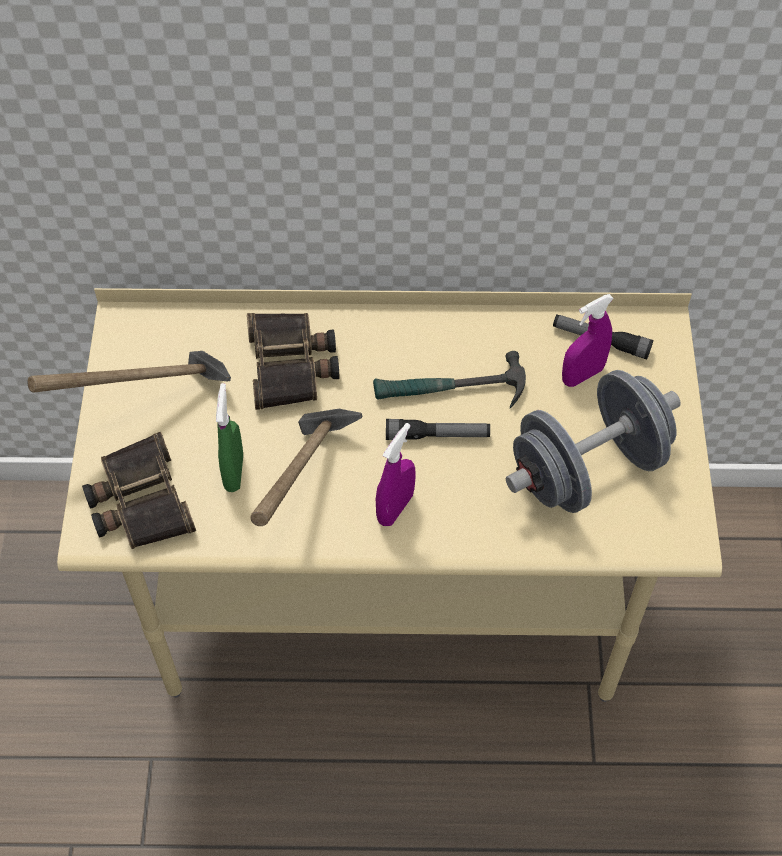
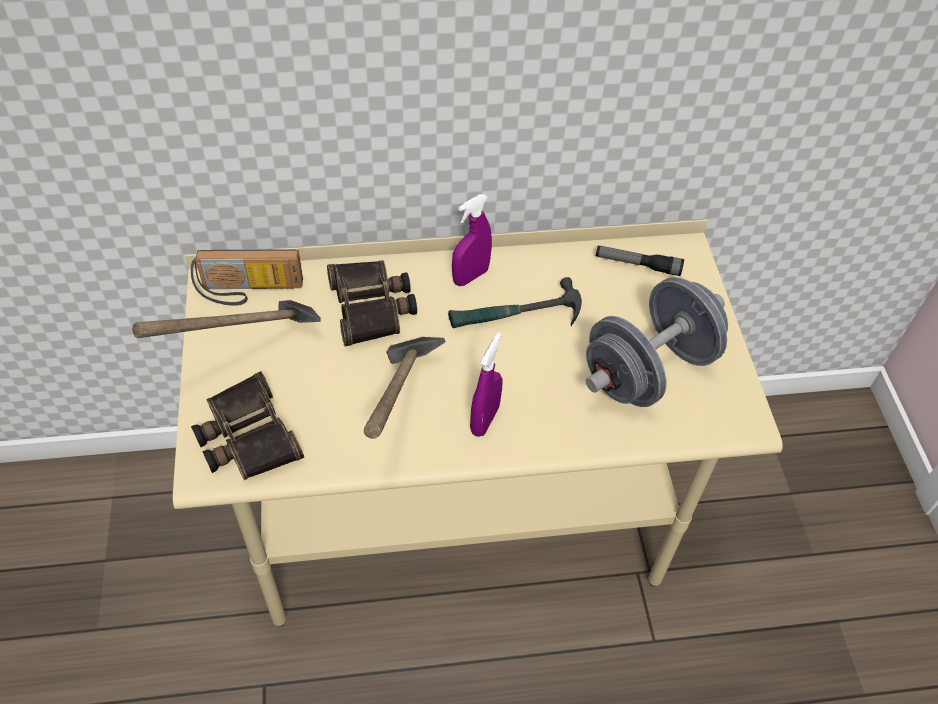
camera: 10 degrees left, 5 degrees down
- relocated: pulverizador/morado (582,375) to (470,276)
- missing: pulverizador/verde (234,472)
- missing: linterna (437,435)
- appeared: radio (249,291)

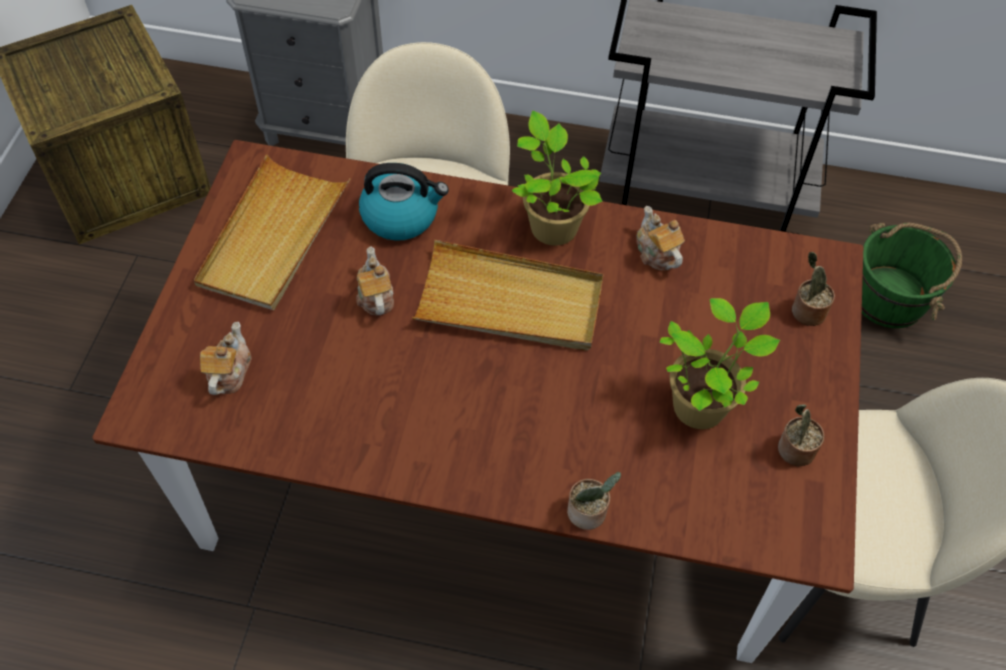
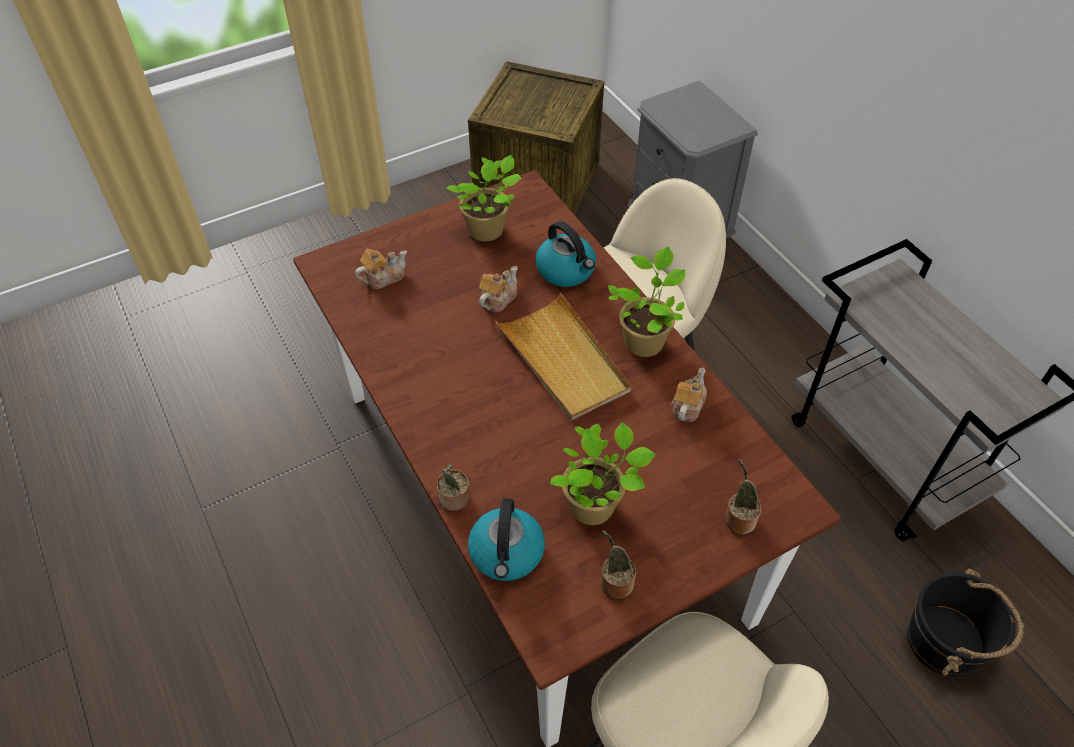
camera: 50 degrees right, 5 degrees down
- exchanged: bandeja/beis (273,237) to planta en maceta (488,231)
- colour: cubo/verde (890,298) to cubo/negro (945,642)
- appeared: hervidor (507,554)

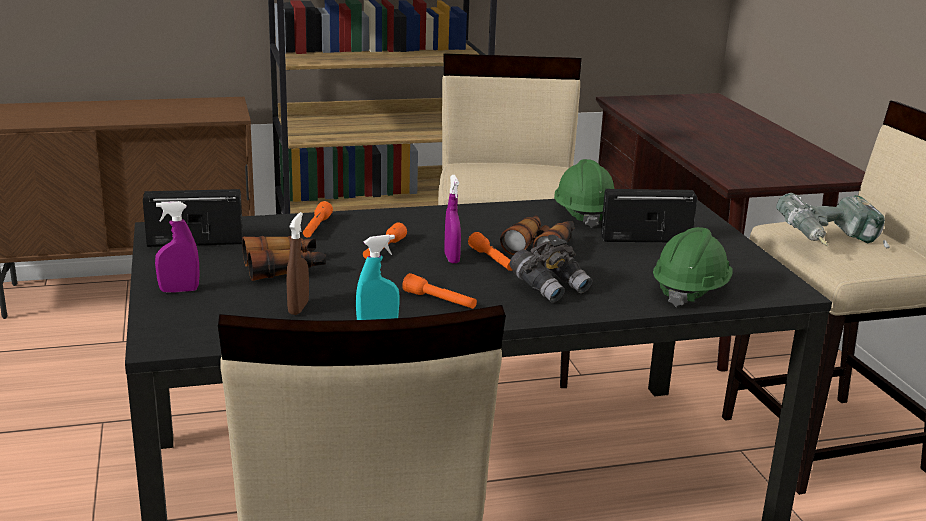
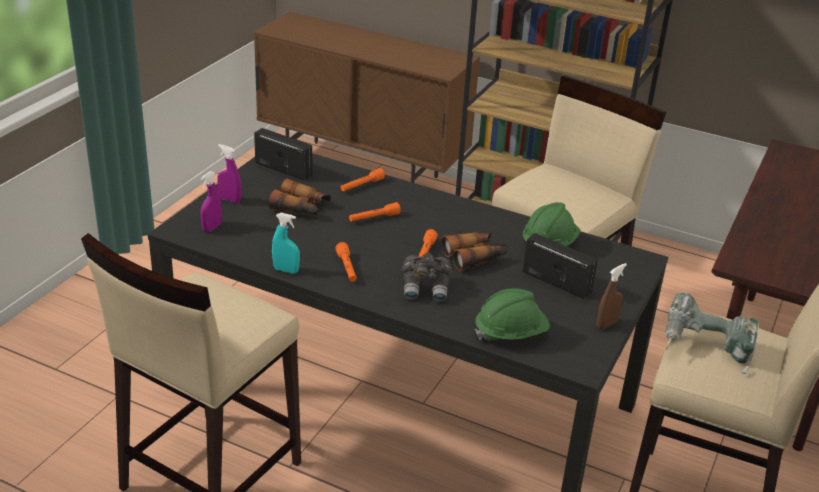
camera: 40 degrees right, 10 degrees up
- relocated: pulverizador/morado (451,258) to (212,227)
- relocated: pulverizador/marrón (298,308) to (607,324)

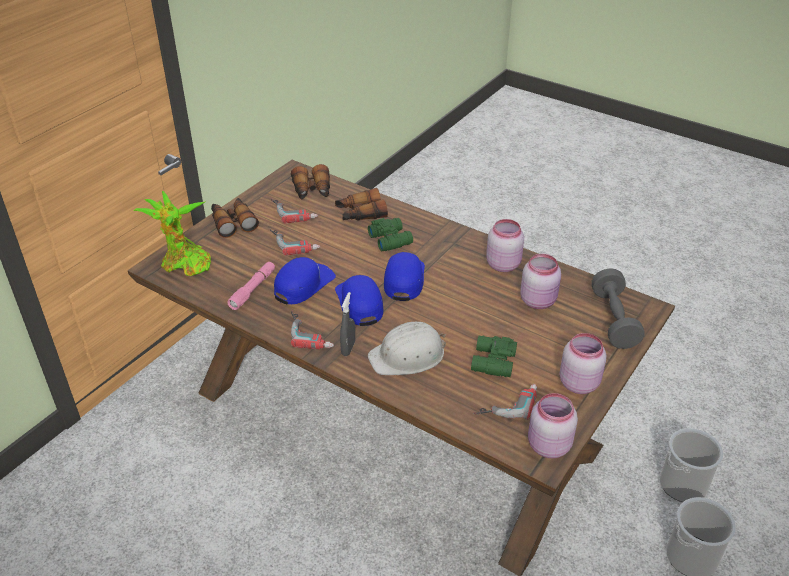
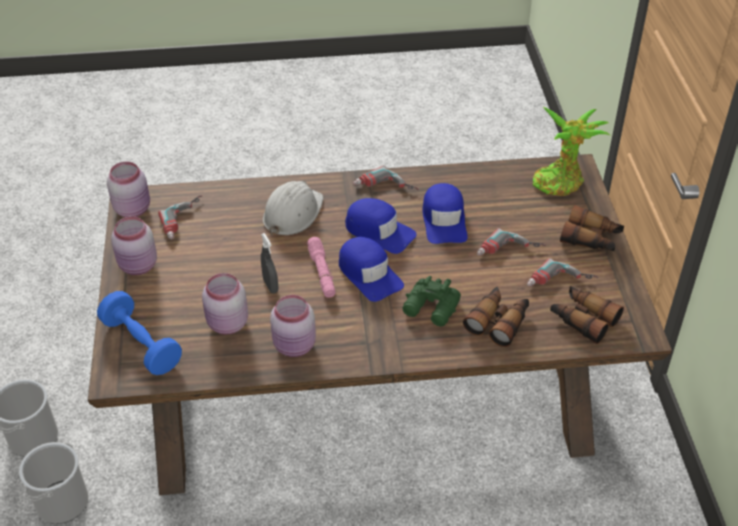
camera: 140 degrees right, 5 degrees up
- relocated: linterna/rosa (253,289) to (322,272)
- colour: mancuerna/gris (614,320) to mancuerna/azul (141,344)
- relocated: pulverizador/gris (348,348) to (270,286)
- missing: prismáticos/verde (492,362)

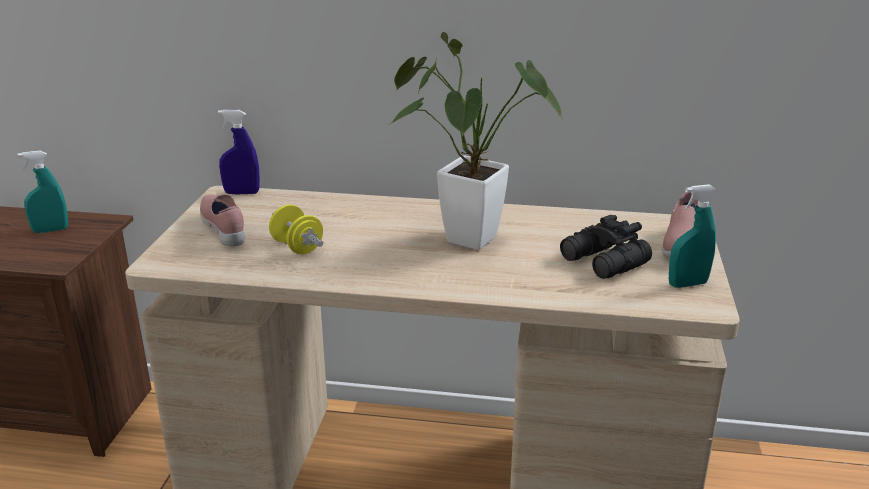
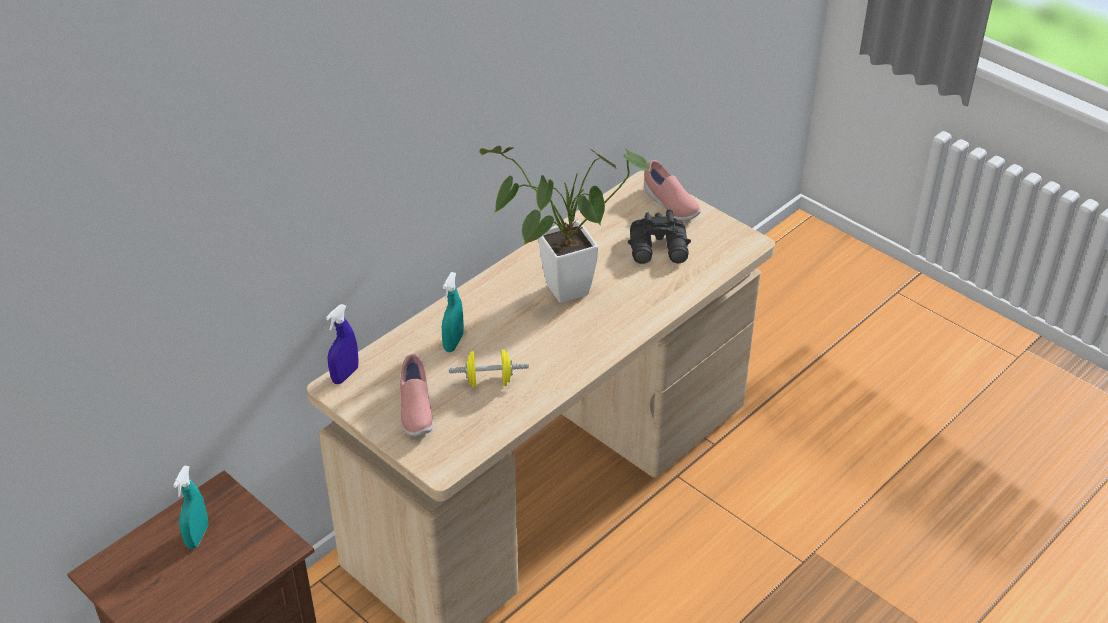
camera: 55 degrees left, 15 degrees up
- relocated: pulverizador/turquesa (687,284) to (453,343)
- spun: zapato/rosa (225,230) = (415,410) 105 degrees counterclockwise

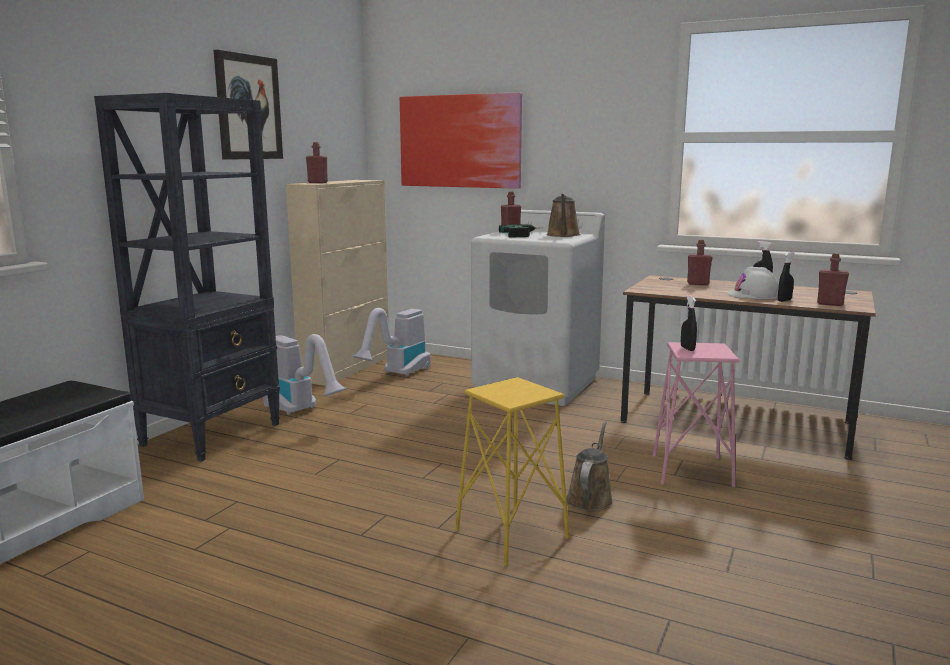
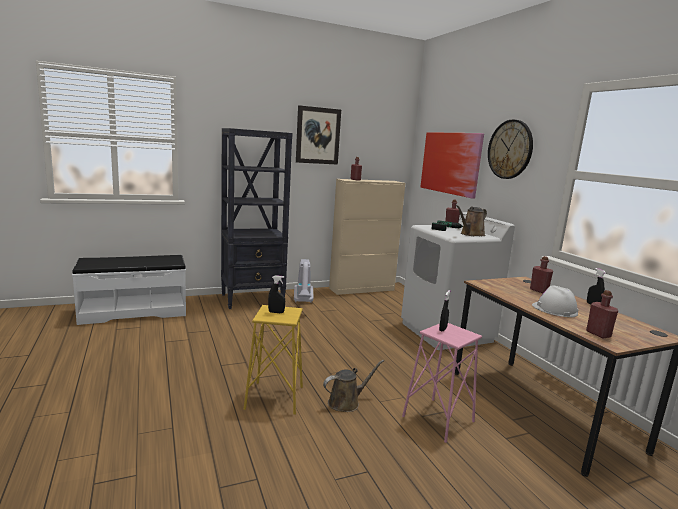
camera: 40 degrees right, 0 degrees up
- relocated: pulverizador/negro (784,300) to (276,312)
- missing: aspiradora (397,375)
- appeared: reloj de pared (510,149)

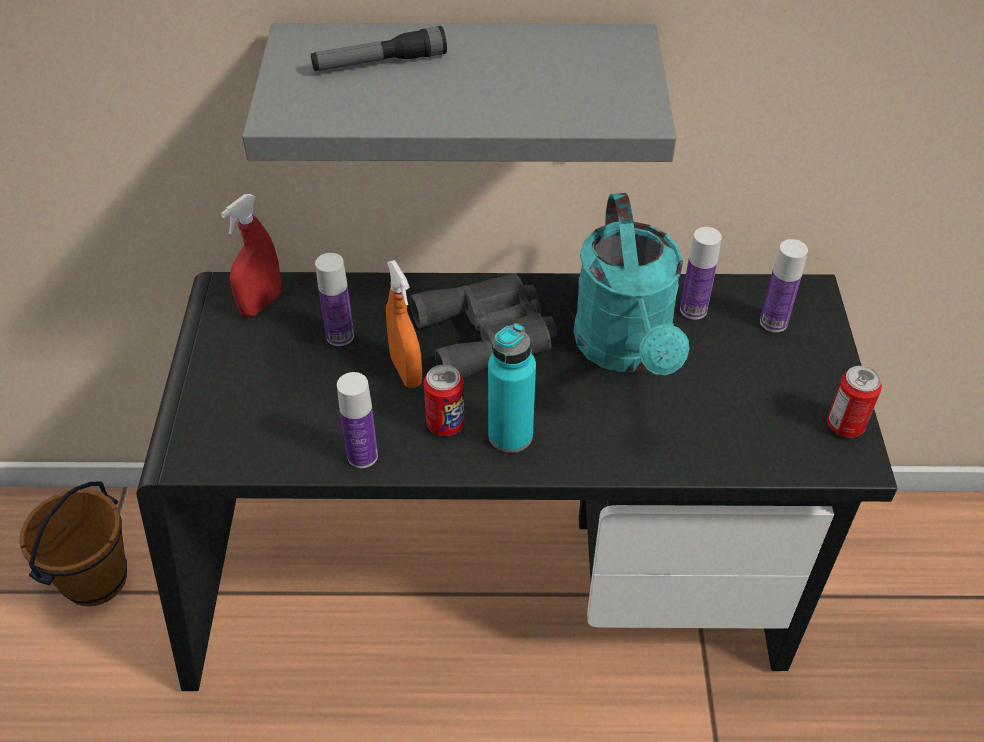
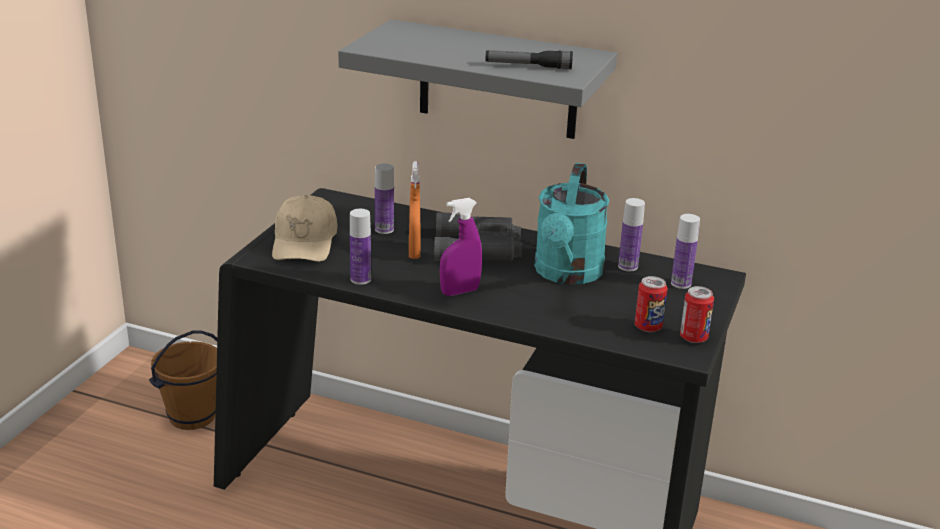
camera: 20 degrees right, 20 degrees down
- relocated: linterna (379,63) to (528,66)
- missing: pulverizador/rojo (261,303)
- exchanged: botella/turquesa (510,435) to pulverizador/morado (460,292)
- relocated: lata (445,424) to (648,327)
- appeared: gorra/beis (305,242)

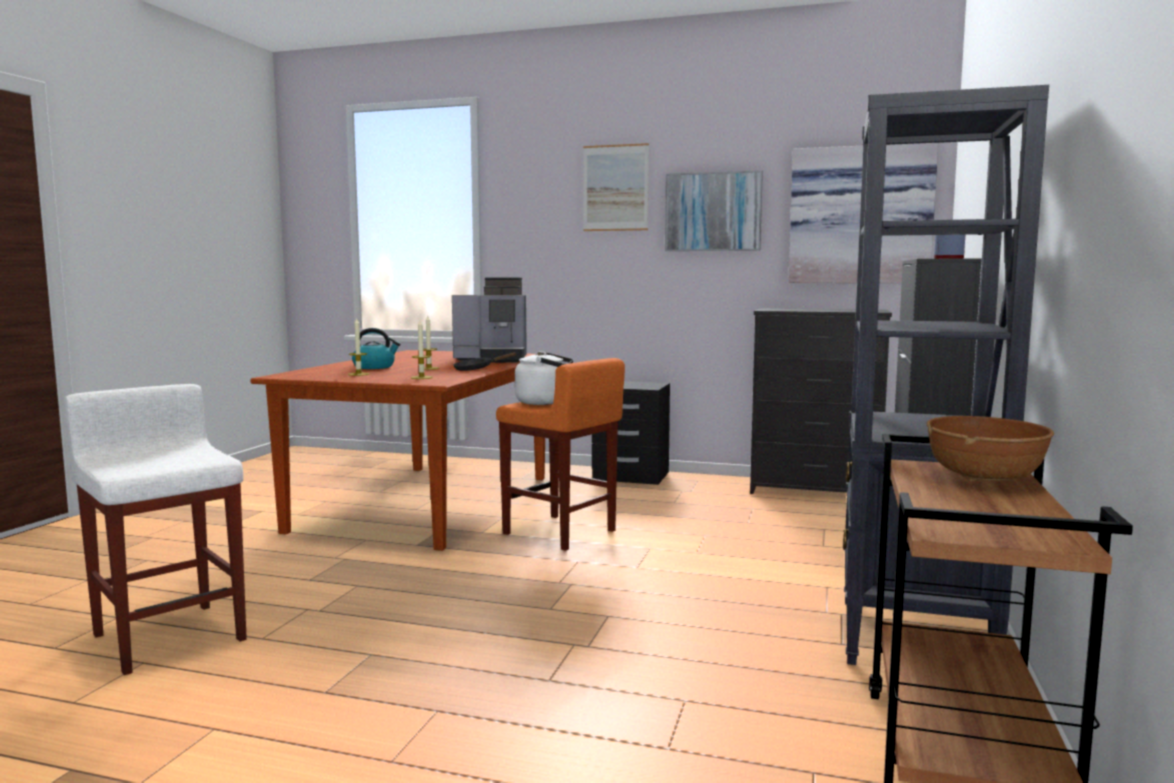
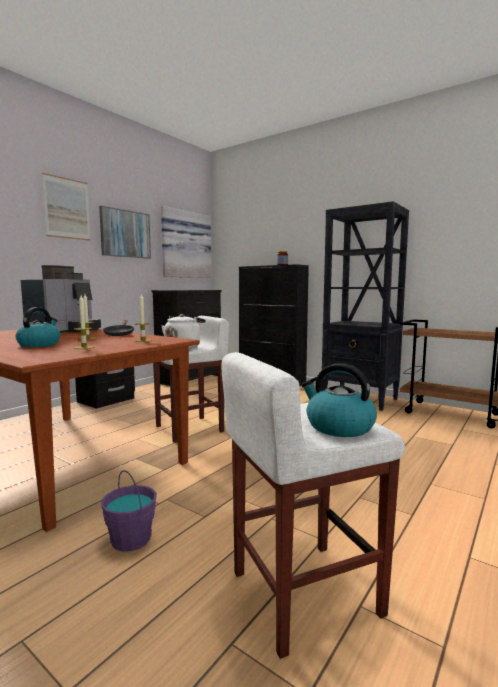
camera: 70 degrees left, 0 degrees up
- colour: taburete/naranja (560,532) to taburete/blanco (190,428)
- missing: cuenco/marrón (985,478)
- appeared: hervidor (338,427)
- appeared: cubo/morado (131,539)

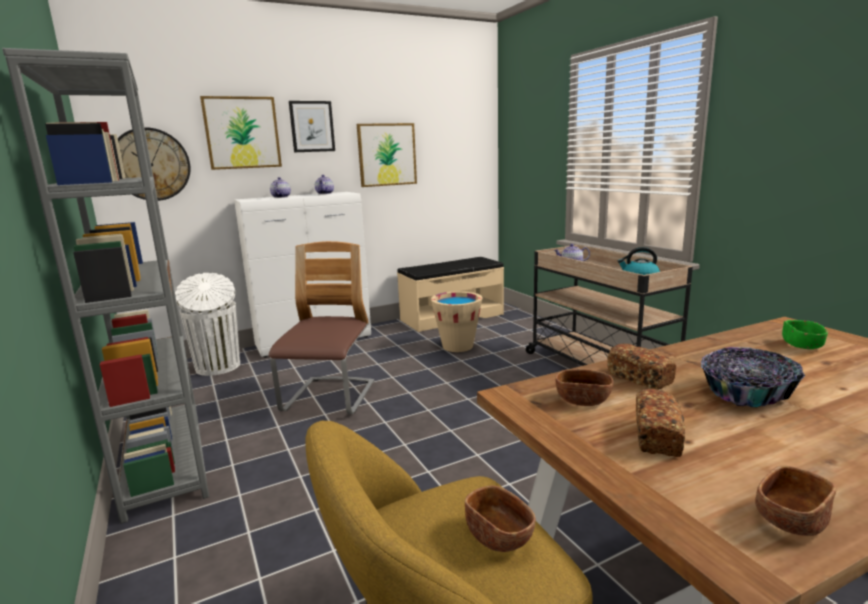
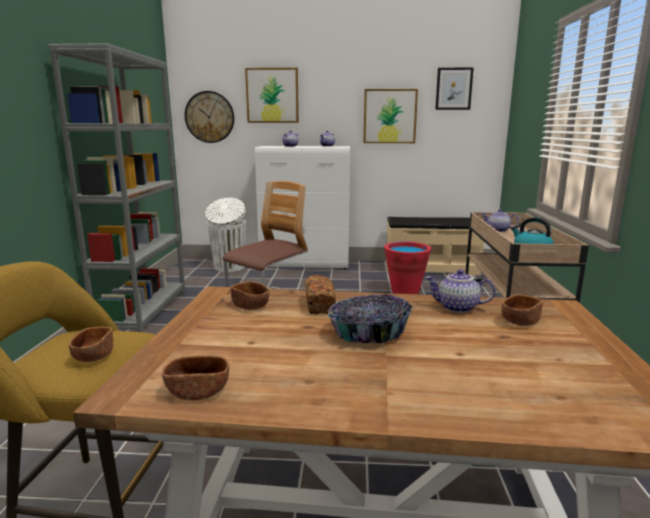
camera: 30 degrees right, 0 degrees up
- relocated: cuadro (312,126) to (453,89)
- colour: cubo/beis (457,346) to cubo/rojo (405,291)
- colour: cuenco/verde (802,345) to cuenco/marrón (520,321)
- missing: pan (657,437)
- appeared: tetera (457,308)

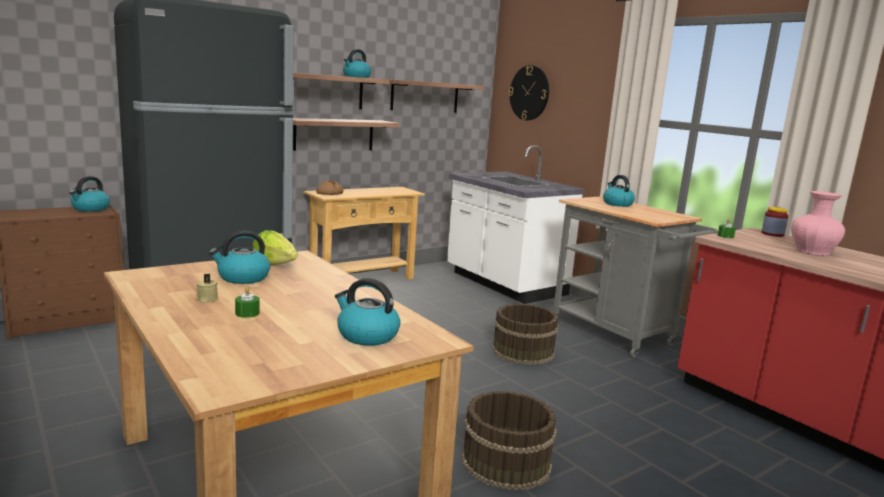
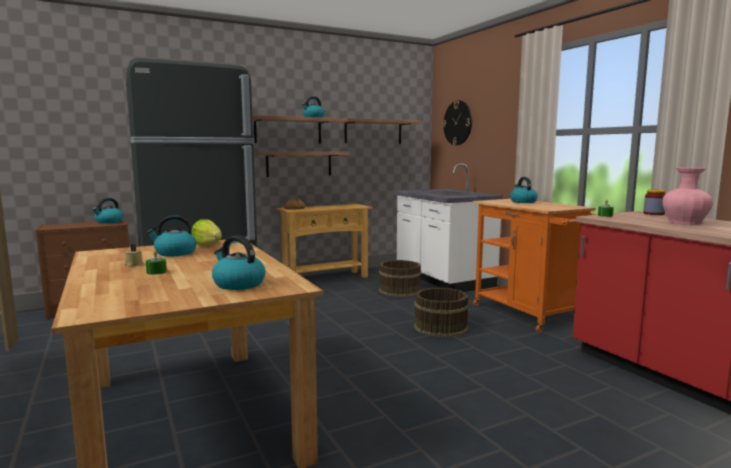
camera: 10 degrees right, 5 degrees down
- colour: carrito/gris (617,335) to carrito/naranja (530,315)
- relocated: cubo/marrón (505,462) to (399,290)

